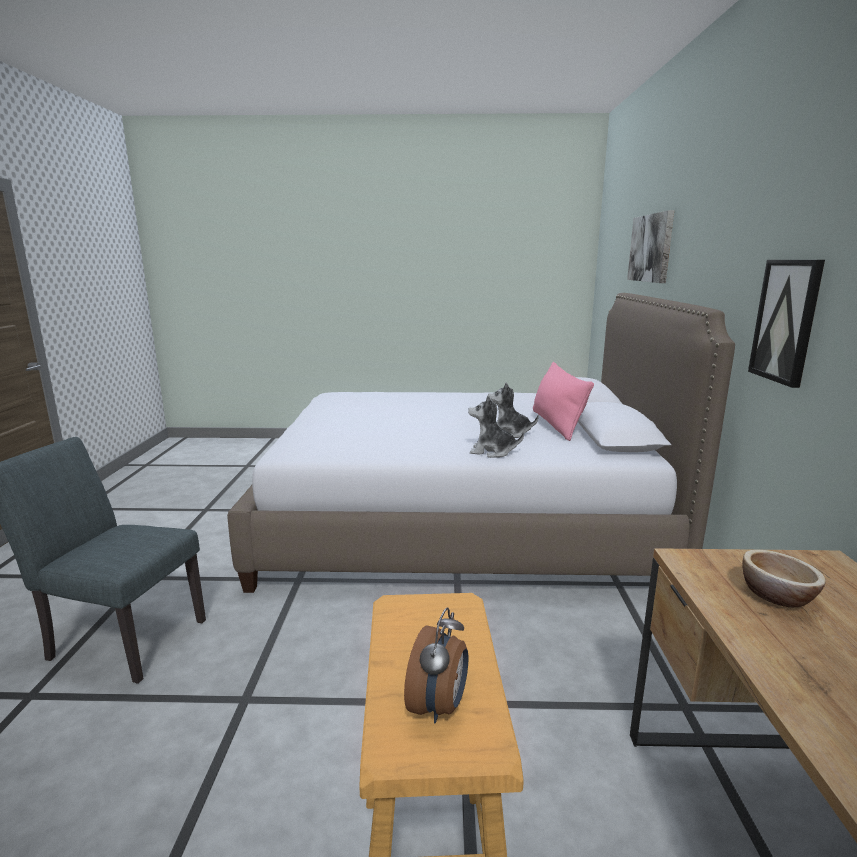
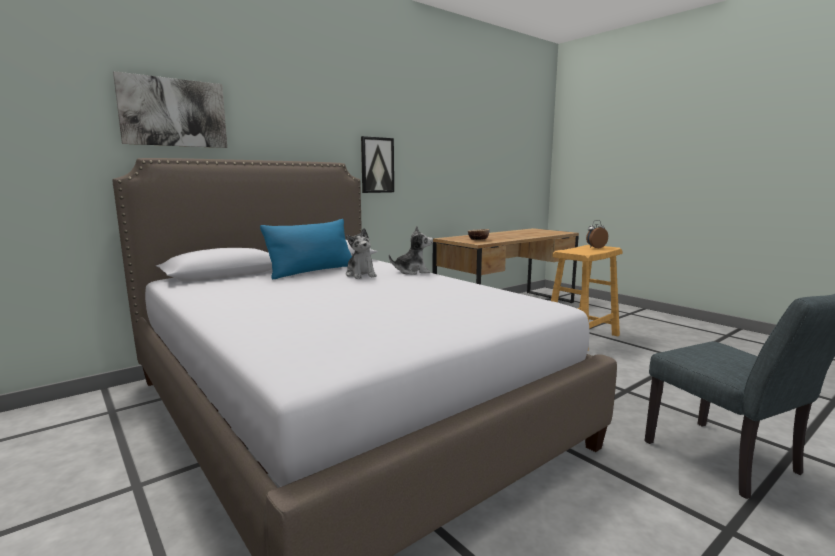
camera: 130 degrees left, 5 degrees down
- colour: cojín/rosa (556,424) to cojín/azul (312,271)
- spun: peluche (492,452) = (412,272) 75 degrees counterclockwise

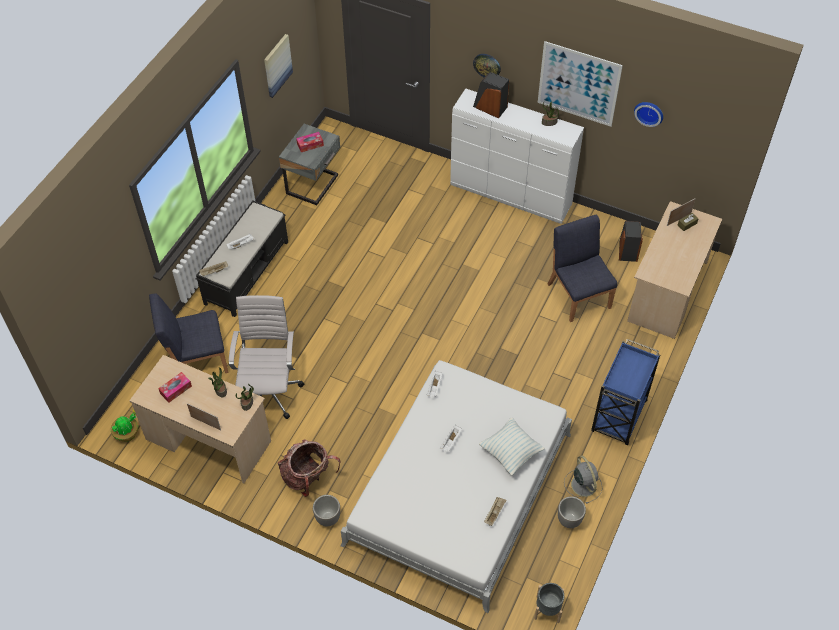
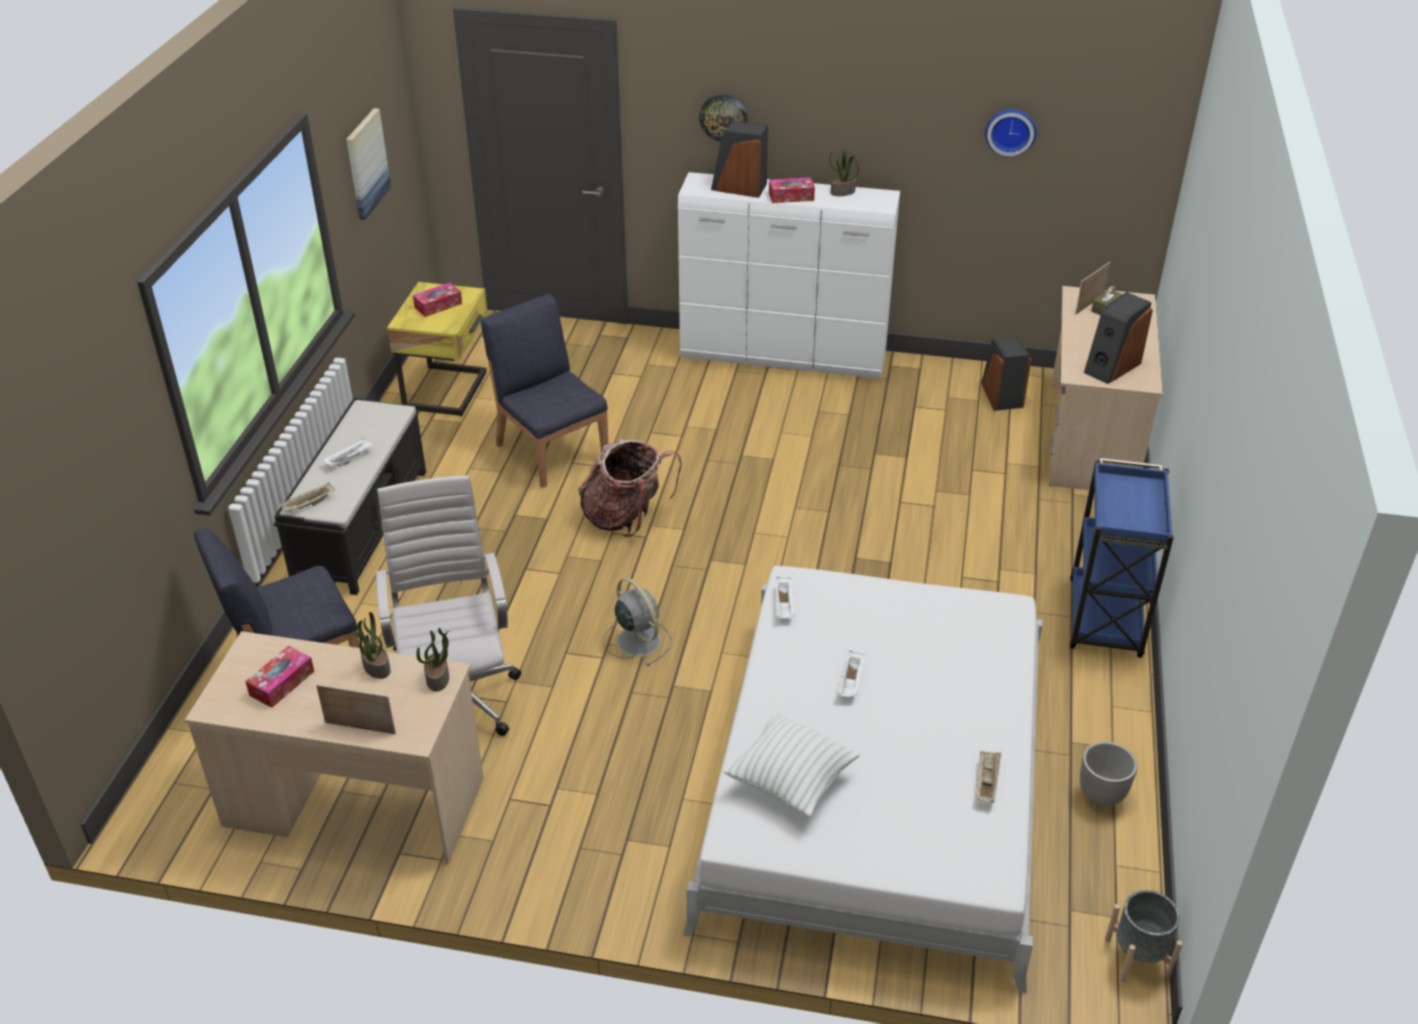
camera: 15 degrees left, 15 degrees down
- missing: cuadro (578,84)
- colour: mesita de noche/gris (314,185) to mesita de noche/amarillo (448,391)
- relocated: silla/azul (579,295) to (551,451)
- missing: planta en maceta (128,433)
- relocated: cojín (510,452) to (790,781)
- relocated: mochila (308,477) to (626,517)
- relocated: ventilador/gris (583,484) to (637,640)
- missing: maceta (328,518)
- appeared: caja de pañuelos (791,196)
- appeared: altavoz (1111,367)

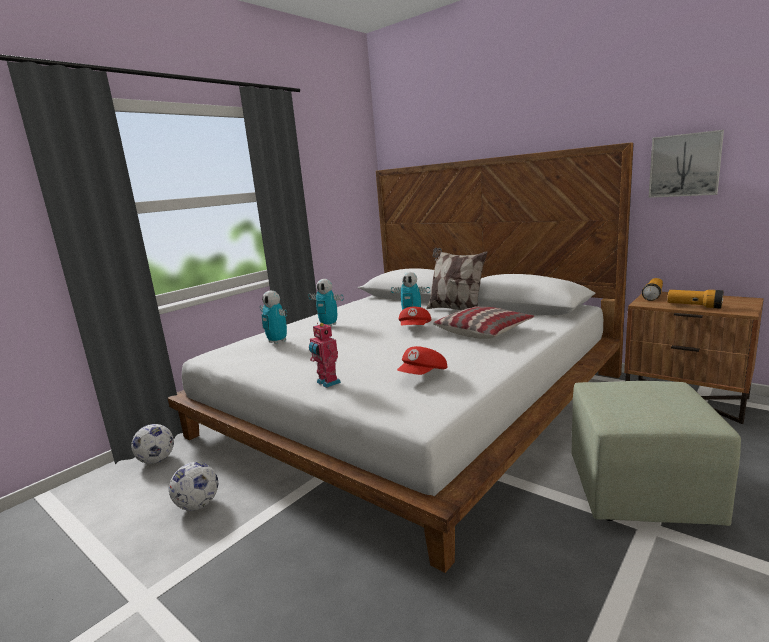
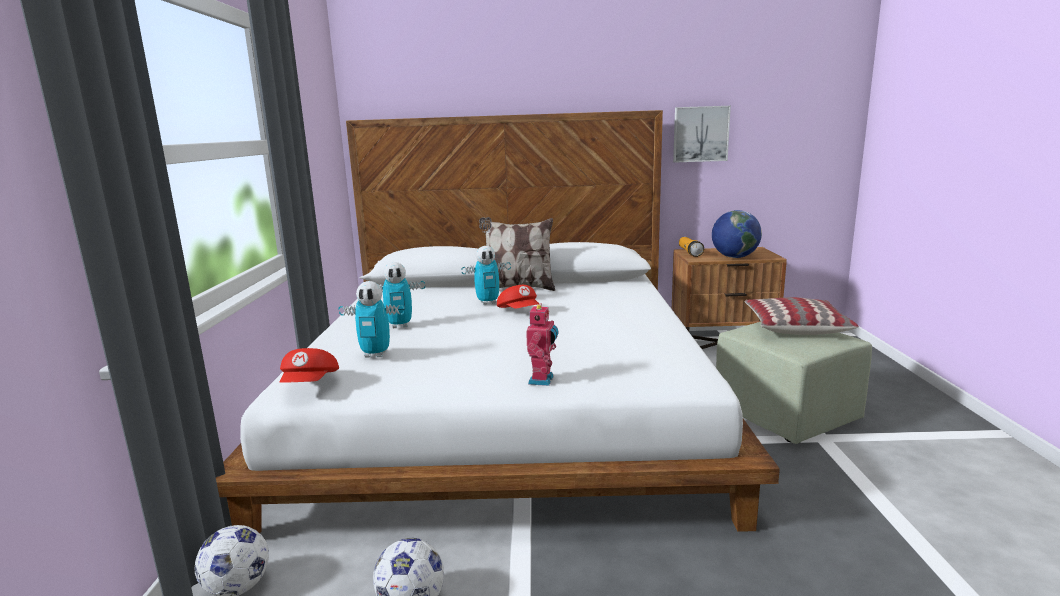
camera: 40 degrees left, 0 degrees up
- exchanged: linterna (694,306) to globo terráqueo (734,257)
- relocated: cojín (483,331) to (795,326)
- spun: robot de juguete (327,383) = (543,380) 90 degrees counterclockwise
- relocated: gorra/rojo (423,376) to (311,384)

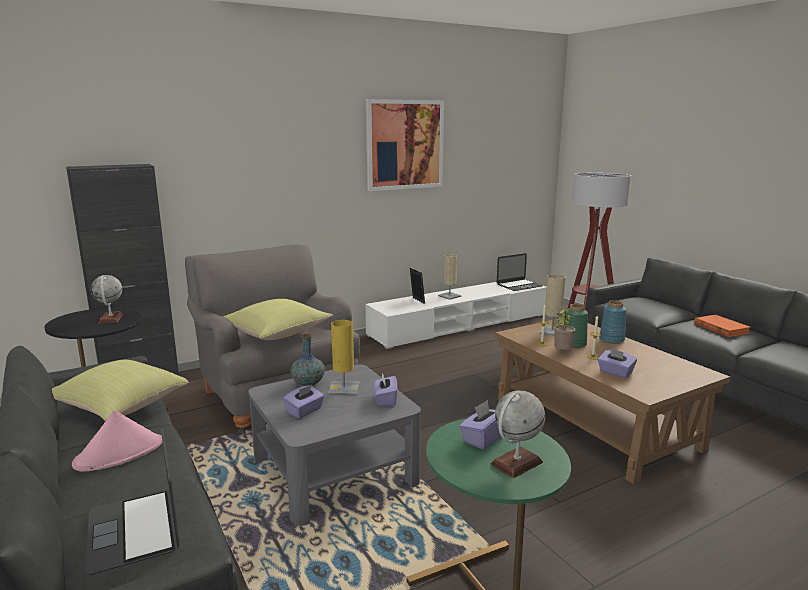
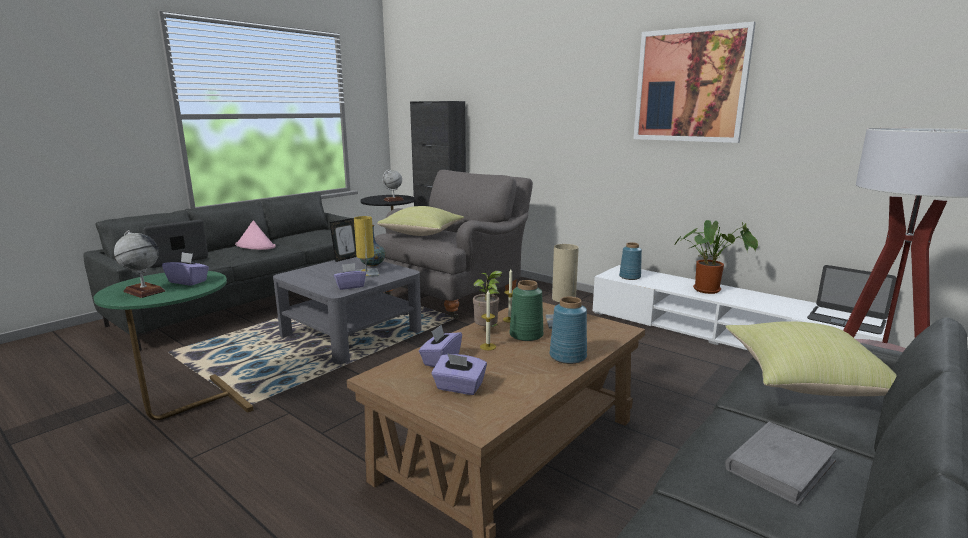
camera: 70 degrees right, 0 degrees up
- exchanged: lámpara de mesa/beis (449,296) to planta en maceta (710,290)
- relocated: portarretratos (417,301) to (346,258)
- colour: libro/naranja (721,328) to libro/gris (780,465)
- relocated: cojín/amarillo (118,407) to (801,380)
- relocated: caja de pañuelos/morado (304,411) to (459,387)
- appeared: florero/azul (630,277)

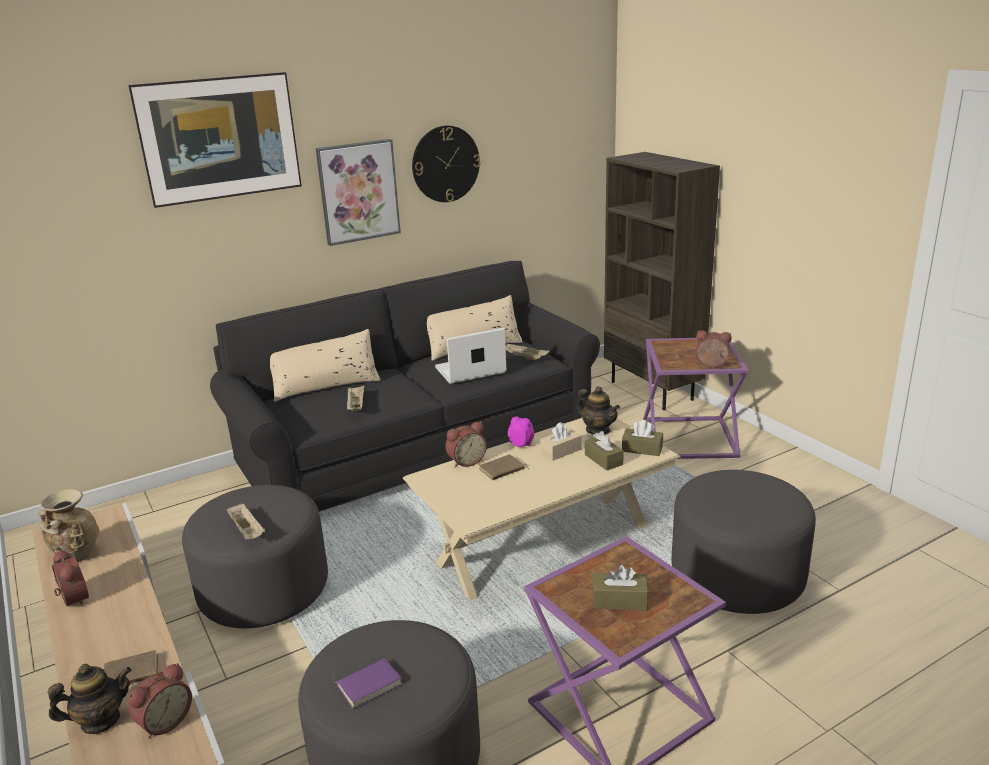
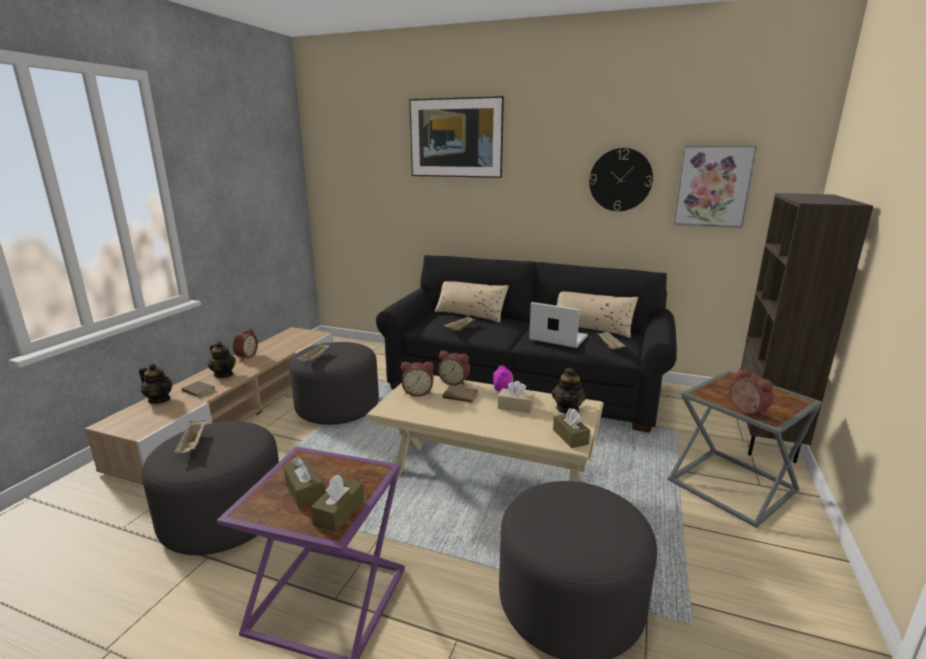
camera: 50 degrees right, 5 degrees down
- relocated: cuadro (358,191) to (713,186)
- colour: mesa auxiliar/morado (687,439) to mesa auxiliar/gris (729,485)
- relocated: caja de pañuelos/marrón (603,460) to (339,513)
- missing: florero/beis (76,557)
- exchanged: libro/morado (368,684) to bandeja/beis (193,445)
- relocated: despertador (164,721) to (418,392)
- appeared: tetera (224,374)

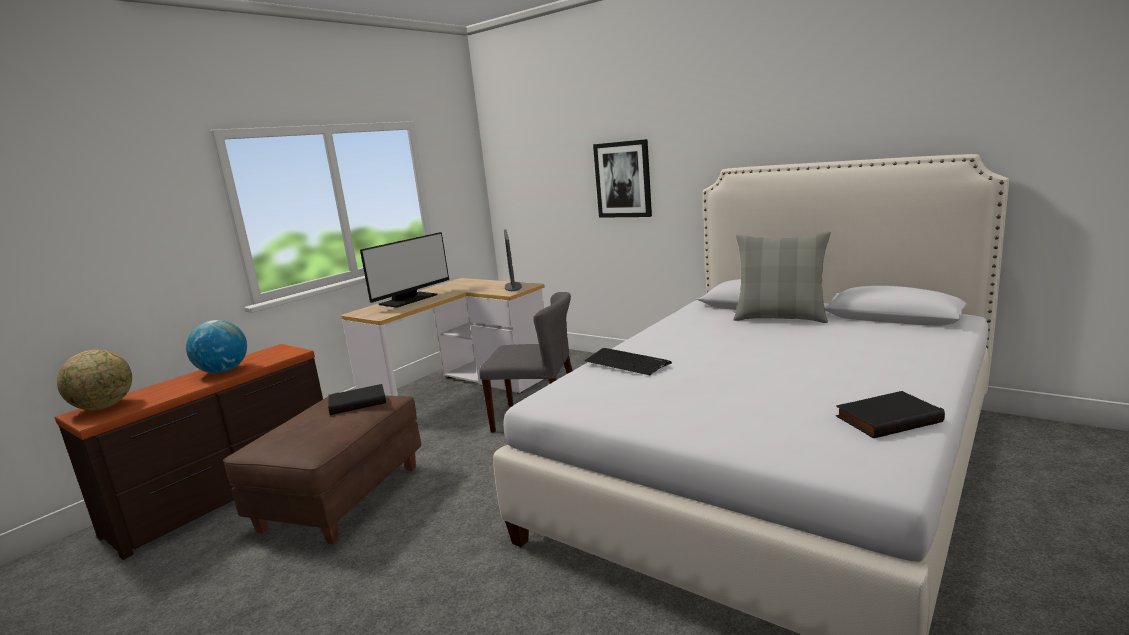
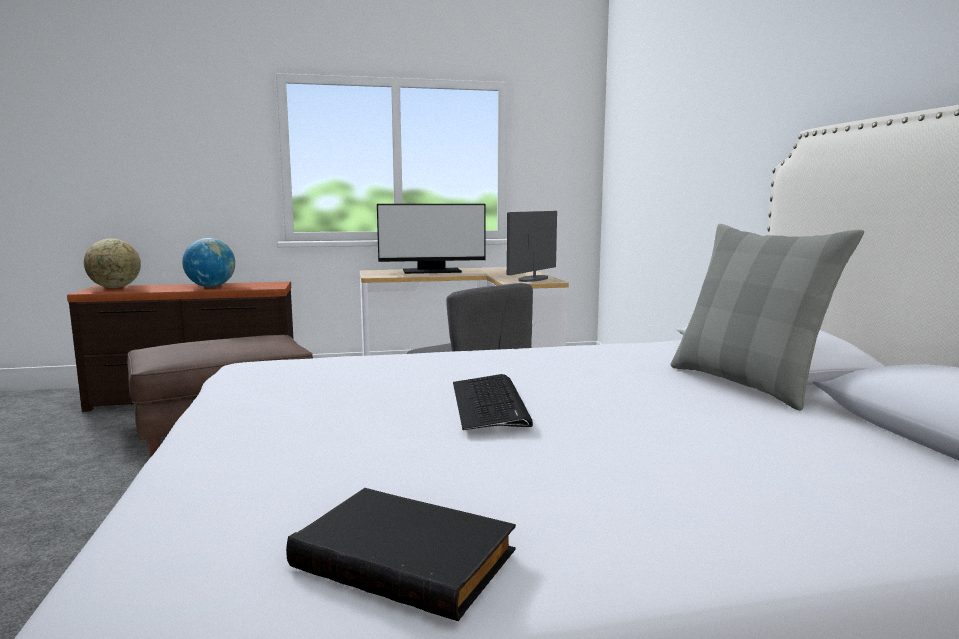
camera: 40 degrees right, 5 degrees down
- missing: cuadro (623,179)
- relocated: teclado (626,362) to (489,404)
- missing: libro/negro (358,402)

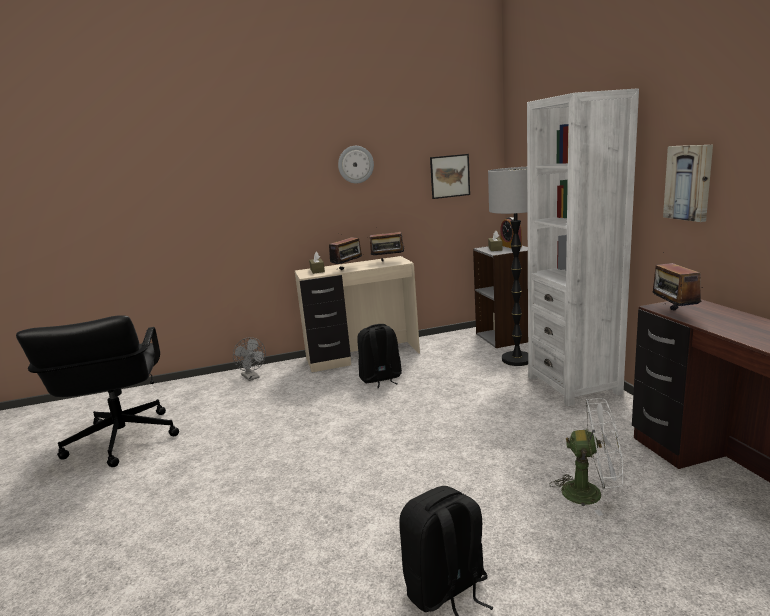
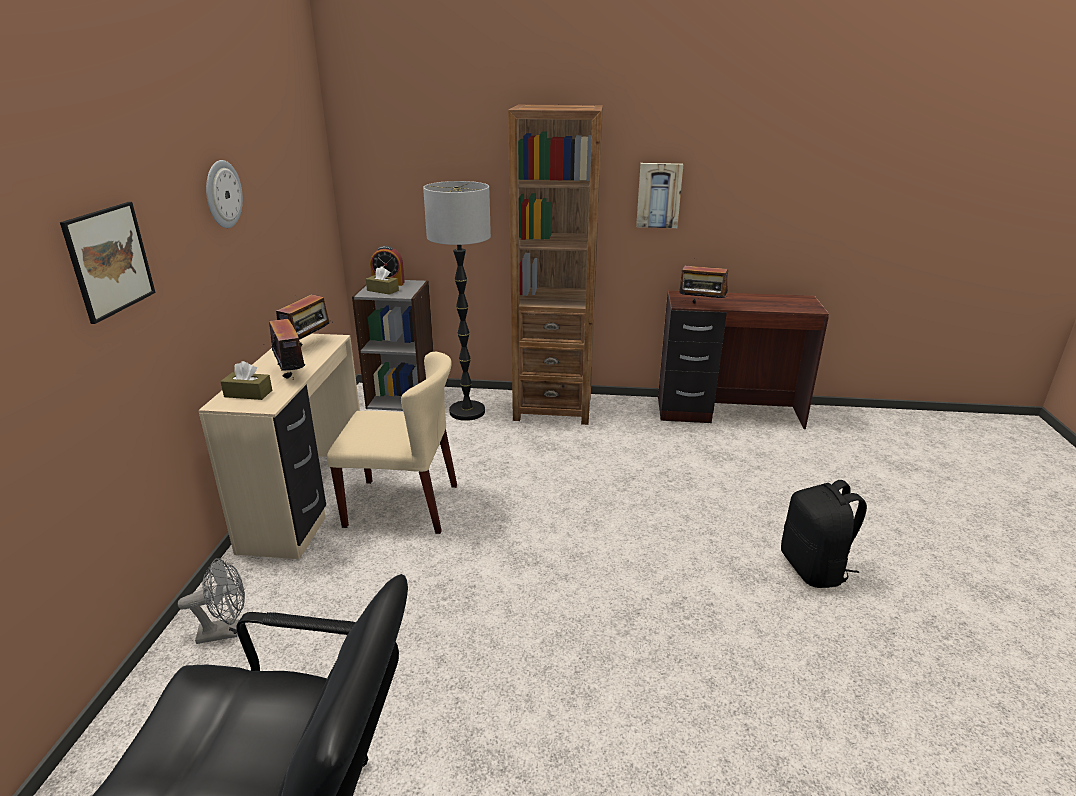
camera: 70 degrees left, 10 degrees up
- colour: estantería/blanco (573,385) to estantería/marrón (553,408)
- relocated: cuadro (450,176) to (109,260)
- exchanged: mochila/negro (380,379) to silla/beis (403,505)
- missing: ventilador/blanco (590,493)

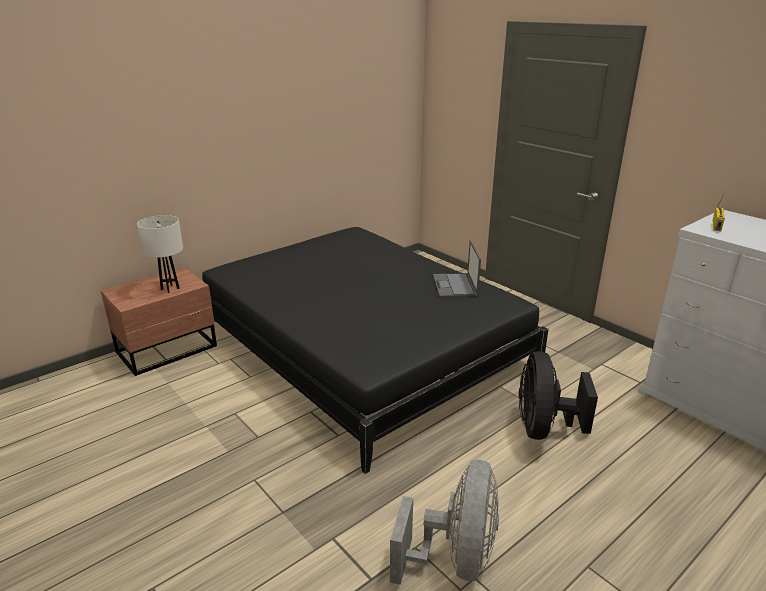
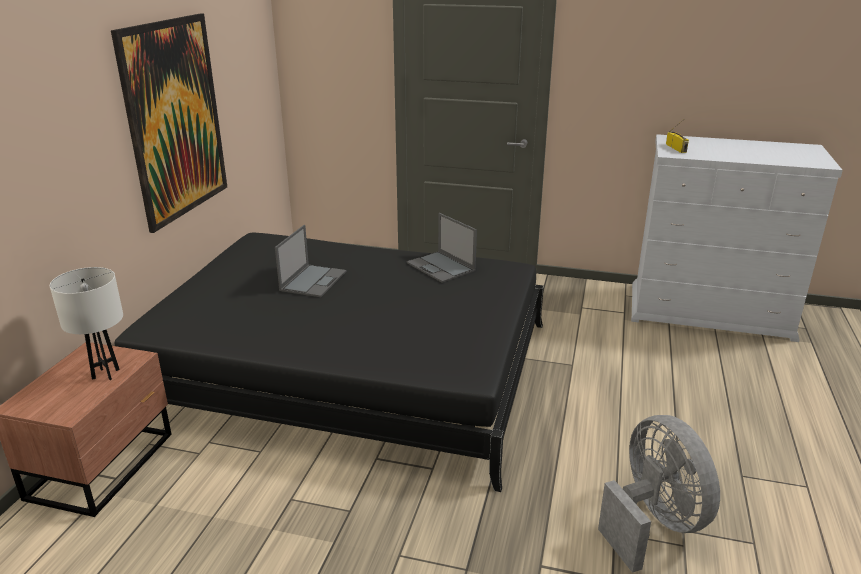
camera: 35 degrees left, 0 degrees up
- missing: ventilador/negro (543,428)
- appeared: cuadro (175,120)
- appeared: portátil (313,280)

